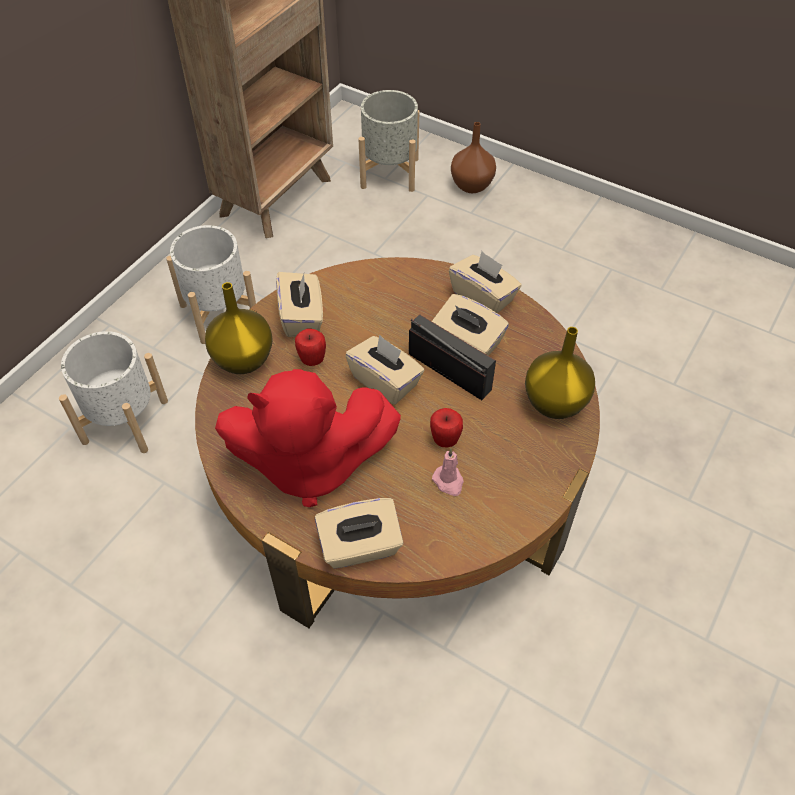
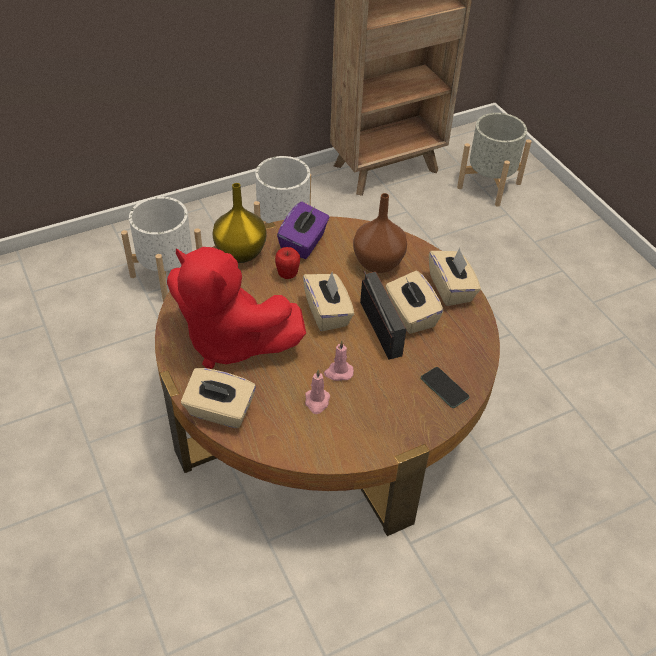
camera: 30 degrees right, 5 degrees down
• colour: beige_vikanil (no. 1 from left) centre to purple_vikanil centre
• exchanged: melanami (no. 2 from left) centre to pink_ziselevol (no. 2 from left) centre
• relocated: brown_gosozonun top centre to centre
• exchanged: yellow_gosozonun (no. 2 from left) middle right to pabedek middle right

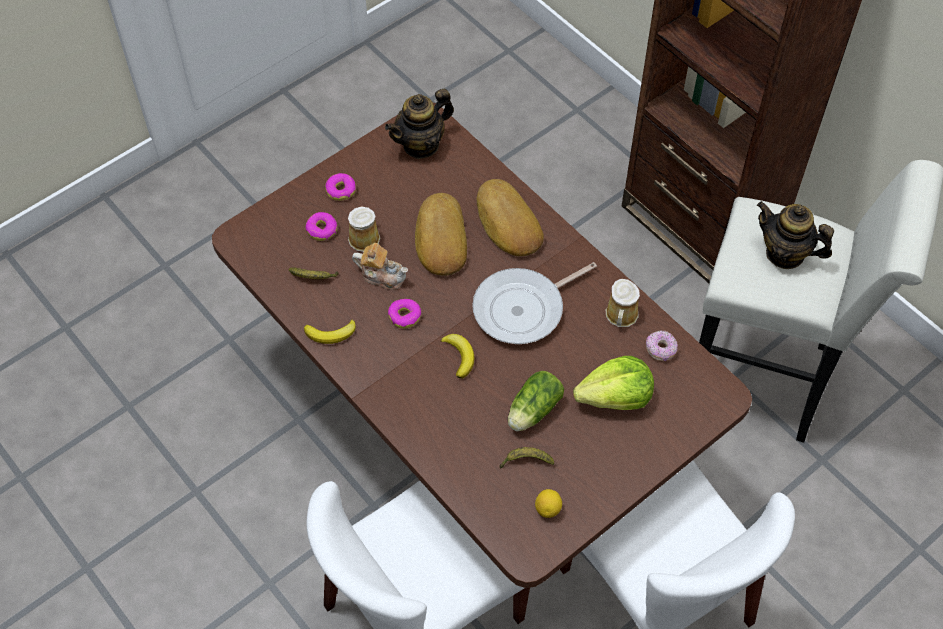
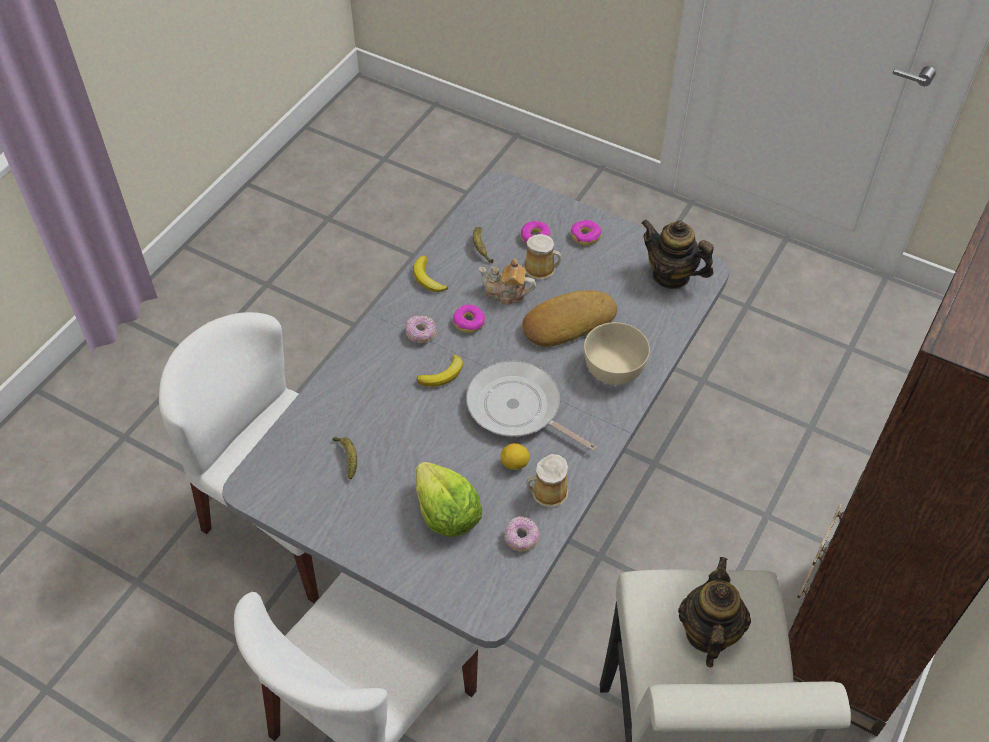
camera: 70 degrees right, 5 degrees down
• colour: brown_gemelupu centre to grey_gemelupu centre
• spun: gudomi (no. 1 from left) centre = centre 105 degrees clockwise
• exchanged: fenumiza (no. 2 from left) centre to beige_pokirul centre
• missing: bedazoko (no. 1 from left) centre
• relocated: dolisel bottom centre to centre
• appeared: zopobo (no. 1 from left) centre

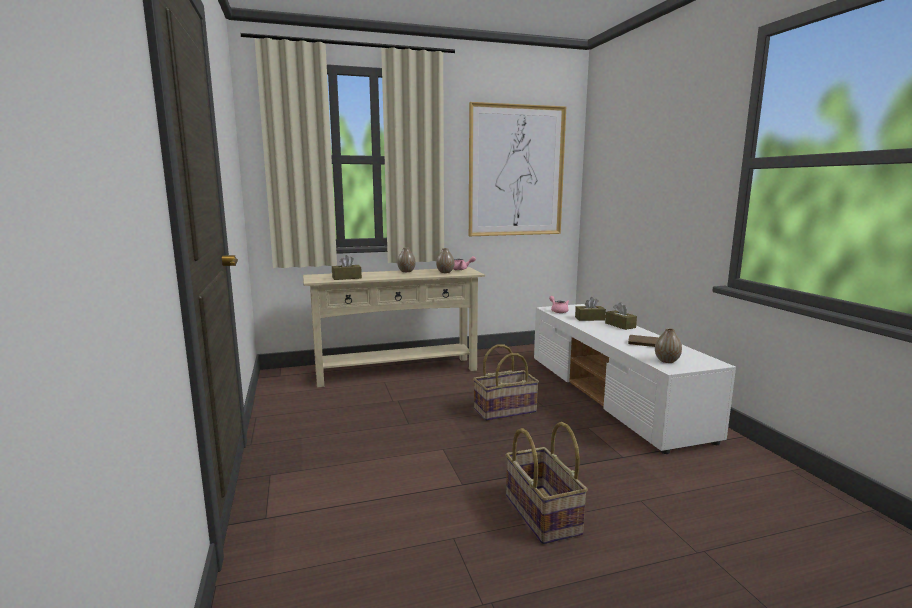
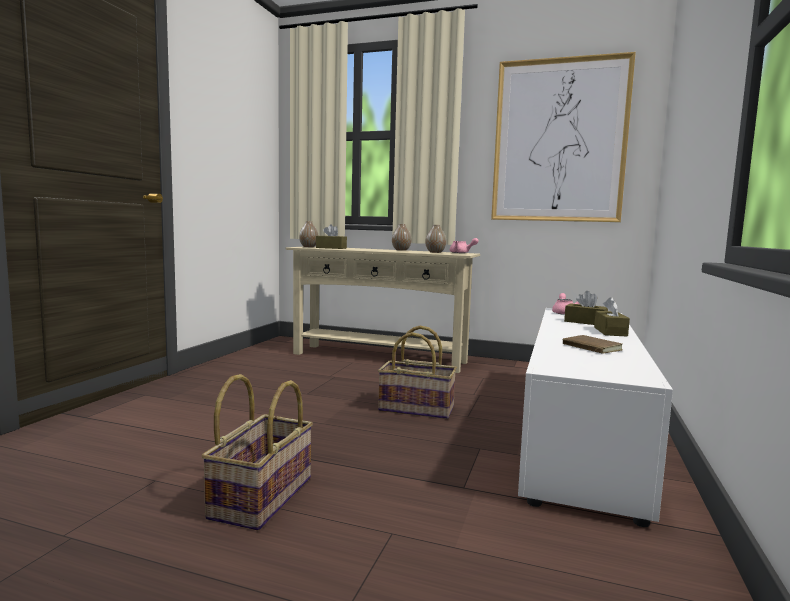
camera: 35 degrees right, 5 degrees down
• relocated: gosozonun (no. 3 from left in the first image) middle right to gosozonun (no. 1 from left) centre

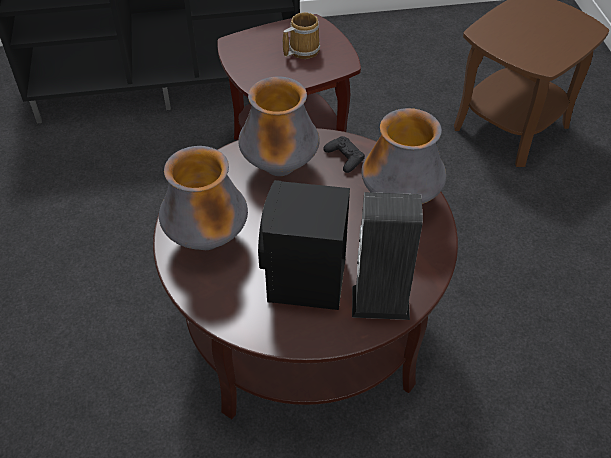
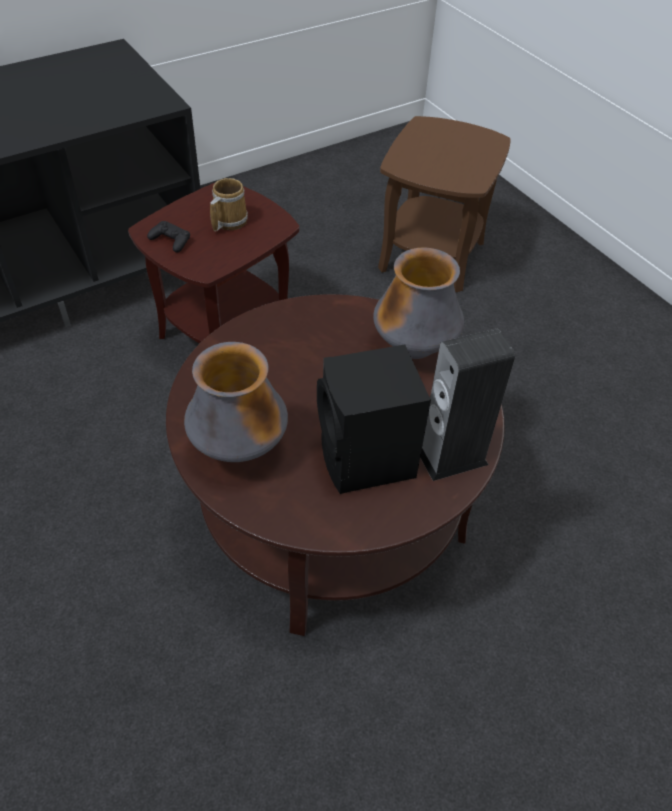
camera: 25 degrees left, 0 degrees up
• missing: gosozonun (no. 2 from left) top centre
• relocated: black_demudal centre to top left

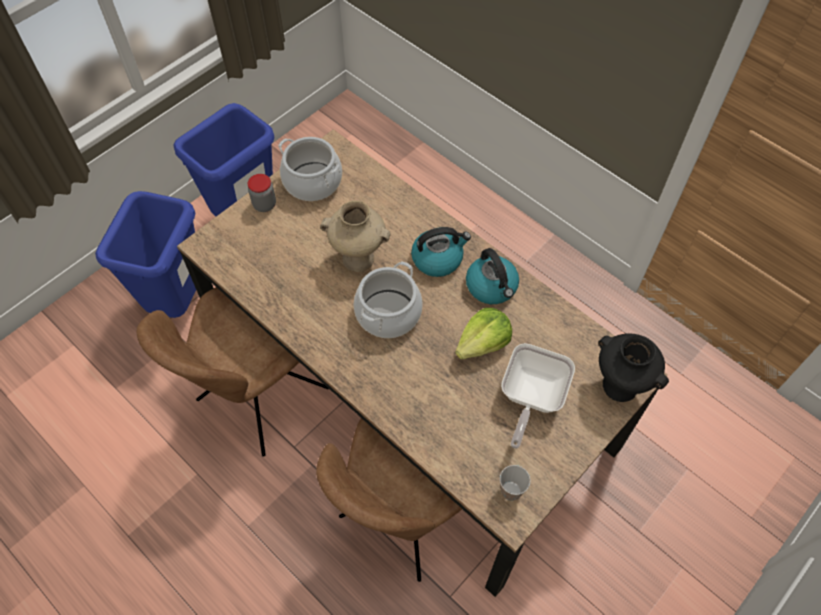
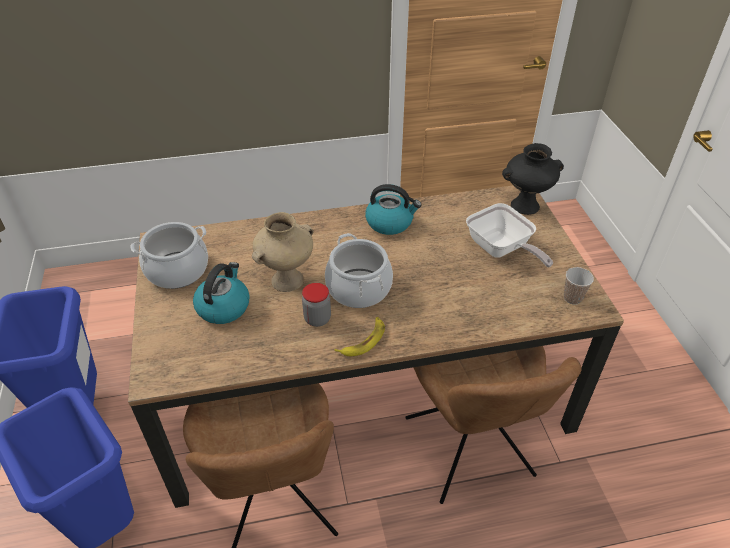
camera: 55 degrees left, 15 degrees down
• relocated: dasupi top left to centre
• relocated: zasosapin (no. 1 from left) centre to middle left
• missing: bedazoko centre
• appeared: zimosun centre

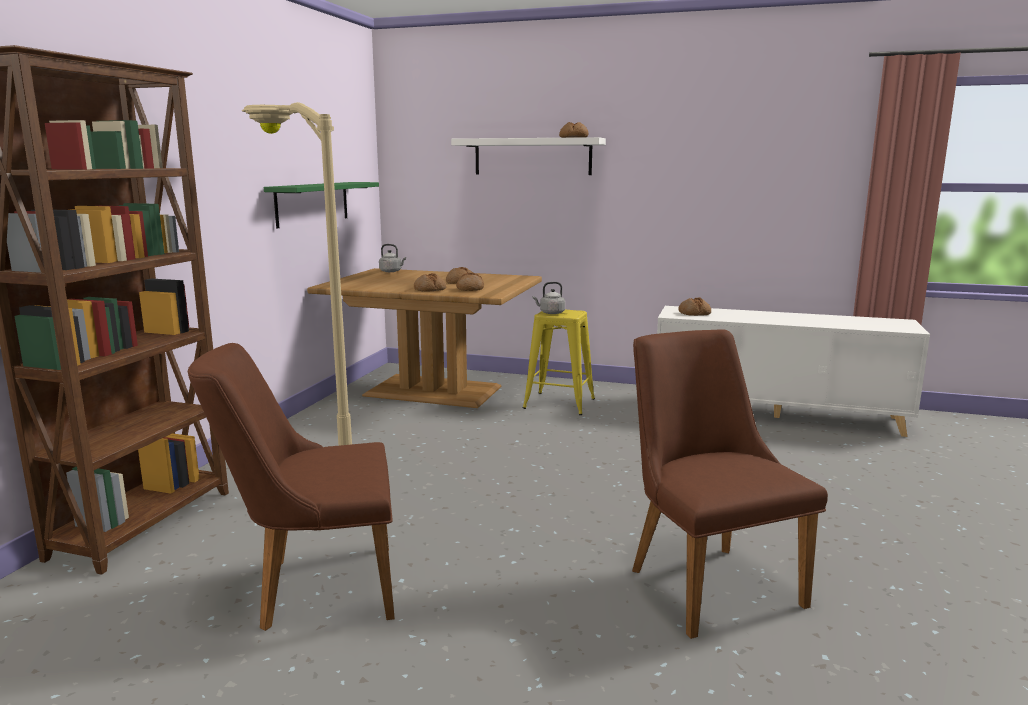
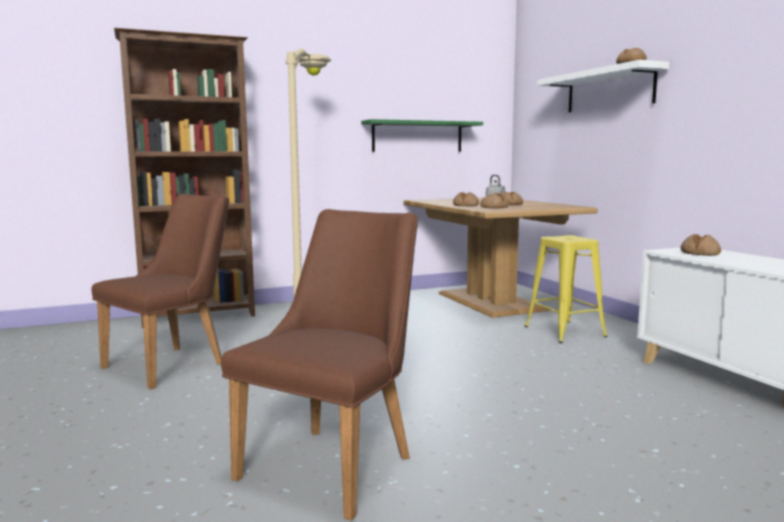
camera: 50 degrees right, 5 degrees down
• spun: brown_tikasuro (no. 1 from left) bottom left = middle left 90 degrees clockwise
• missing: grey_zasosapin (no. 2 from left) centre

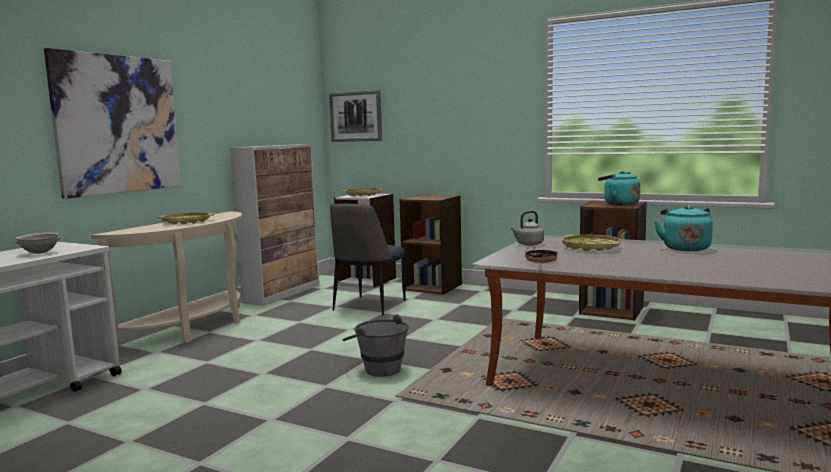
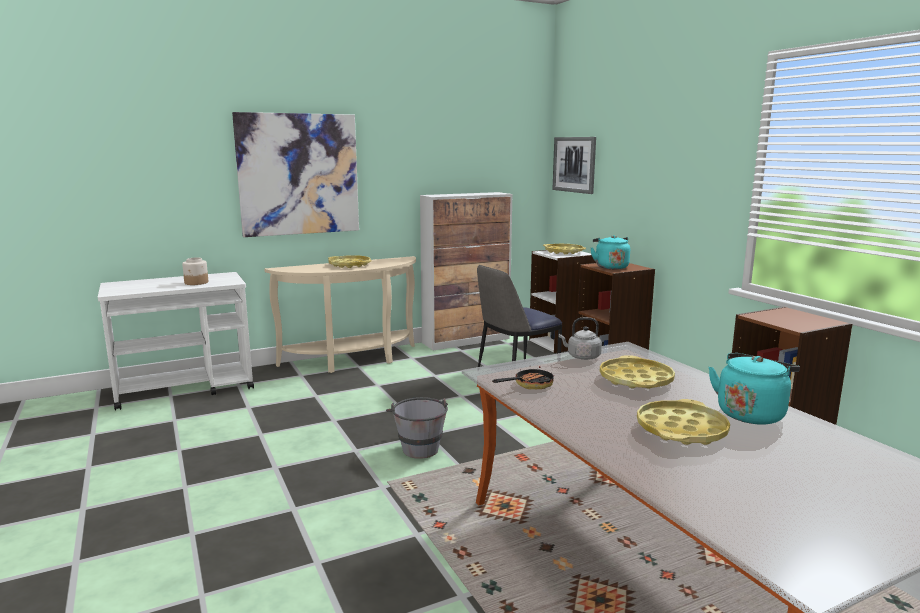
camera: 35 degrees right, 5 degrees up
• exchanged: grey_pokirul middle left to dasupi middle left
• relocated: turquoise_zasosapin (no. 1 from left) middle right to centre
• appeared: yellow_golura (no. 4 from left) bottom right

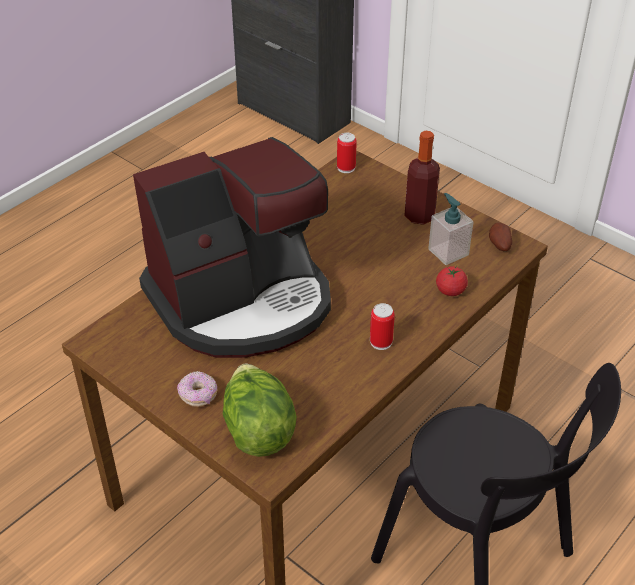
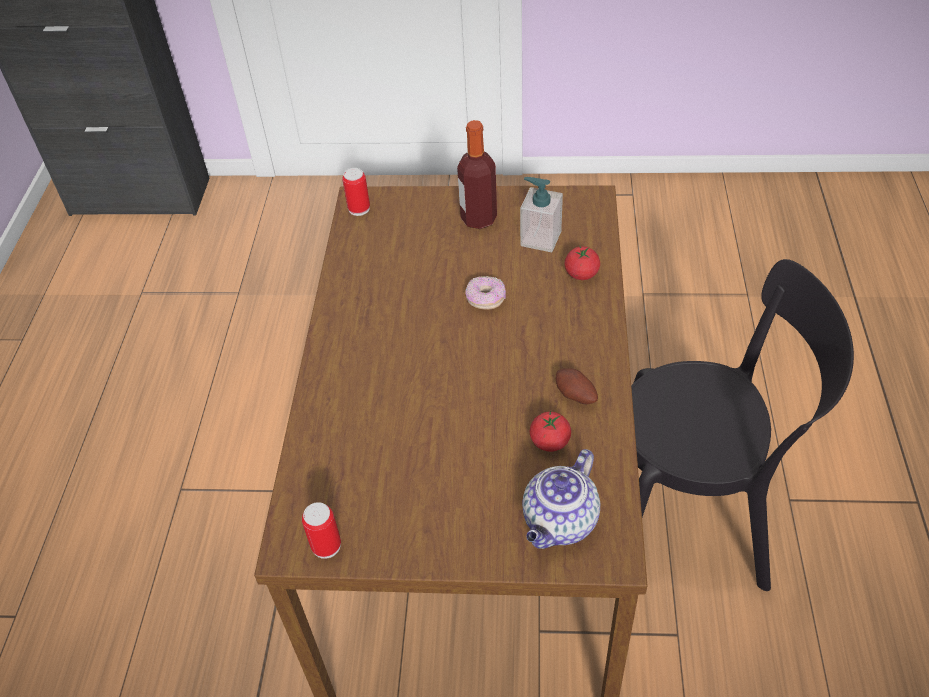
camera: 35 degrees left, 5 degrees up
• missing: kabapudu centre
• relocated: zopobo middle left to centre
• exchanged: bedazoko bottom centre to gudomi bottom centre
• relocated: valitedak (no. 2 from left in the first image) centre to valitedak (no. 1 from left) bottom centre
• relocated: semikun middle right to centre
• appeared: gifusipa (no. 1 from left) centre

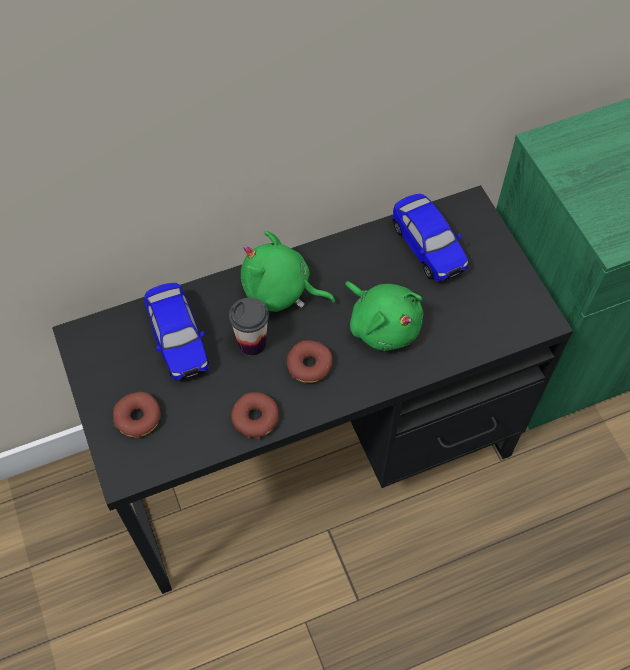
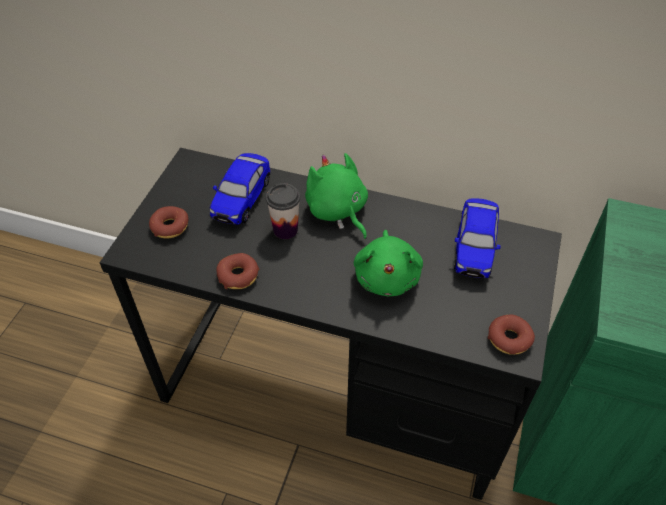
camera: 40 degrees right, 10 degrees down
• relocated: zopobo (no. 3 from left) centre to middle right

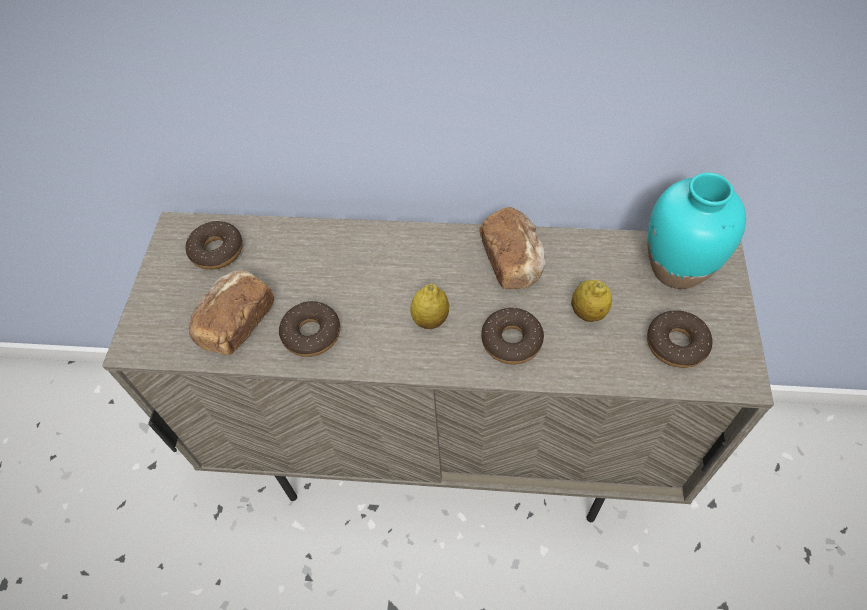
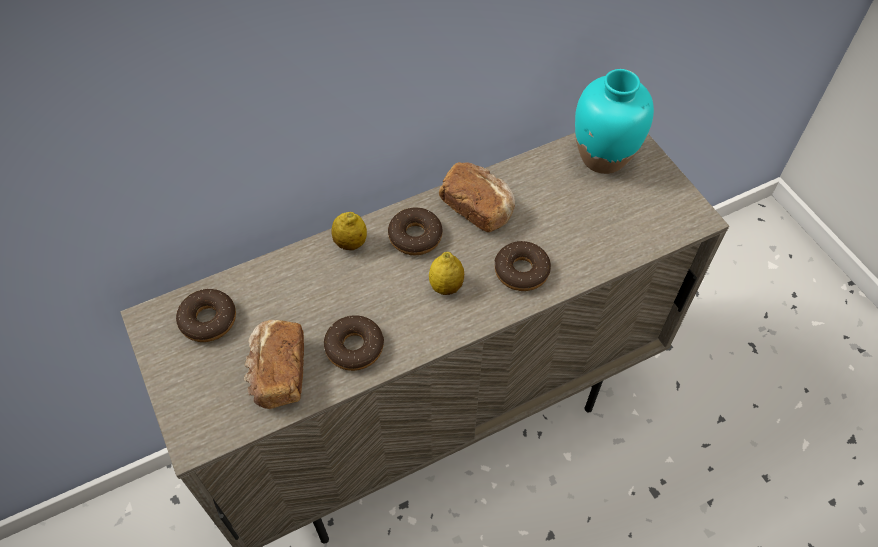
camera: 35 degrees left, 0 degrees up
• relocated: dolisel (no. 2 from left in the first image) middle right to dolisel (no. 1 from left) centre
• relocated: zopobo (no. 4 from left in the first image) middle right to zopobo (no. 3 from left) centre

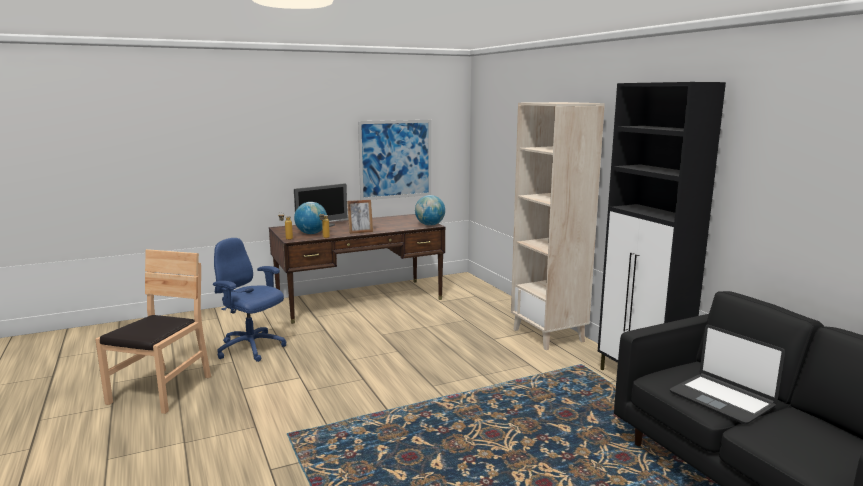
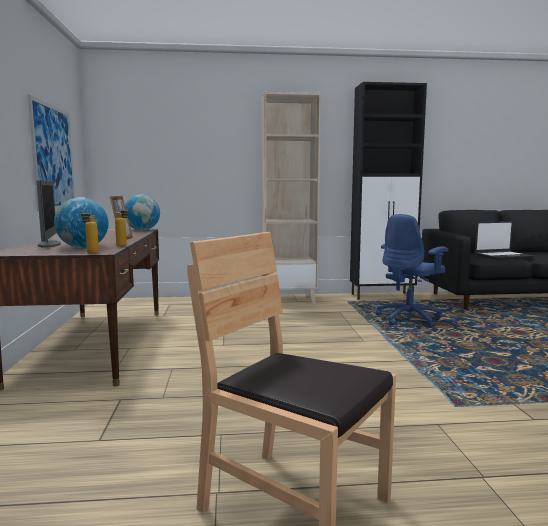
camera: 70 degrees left, 5 degrees down
• relocated: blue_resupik middle left to middle right

